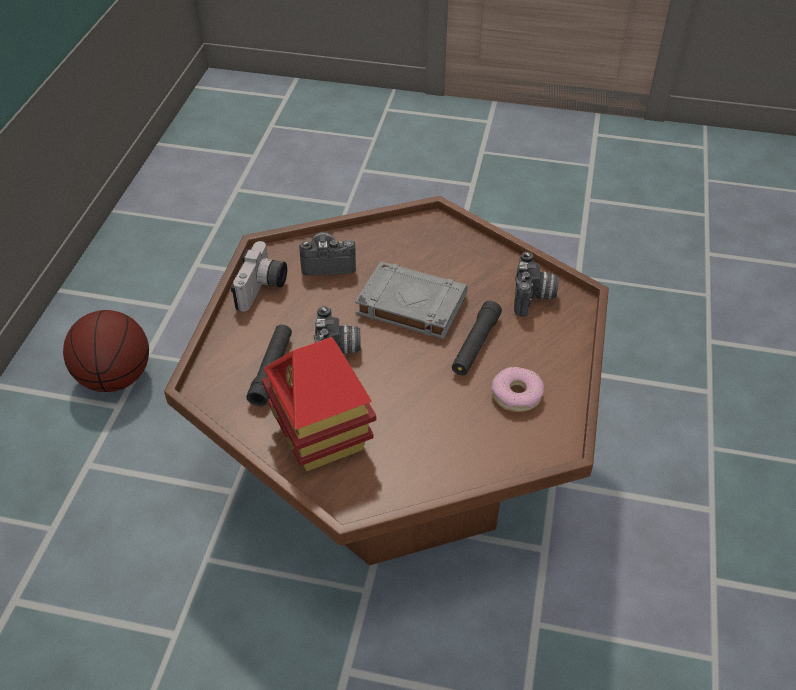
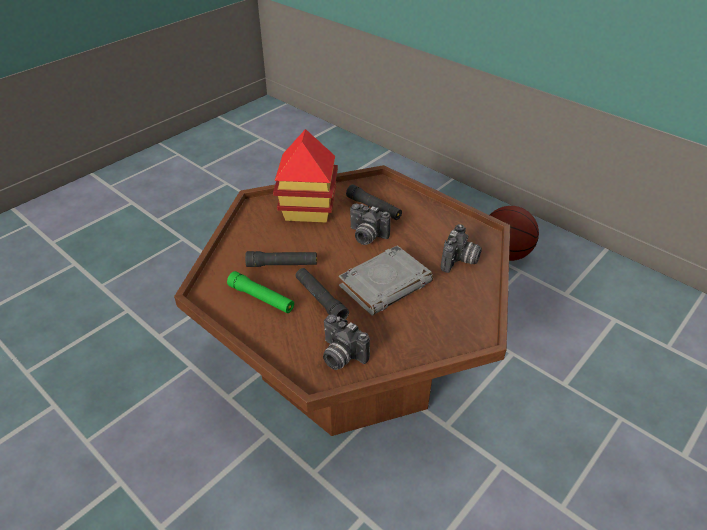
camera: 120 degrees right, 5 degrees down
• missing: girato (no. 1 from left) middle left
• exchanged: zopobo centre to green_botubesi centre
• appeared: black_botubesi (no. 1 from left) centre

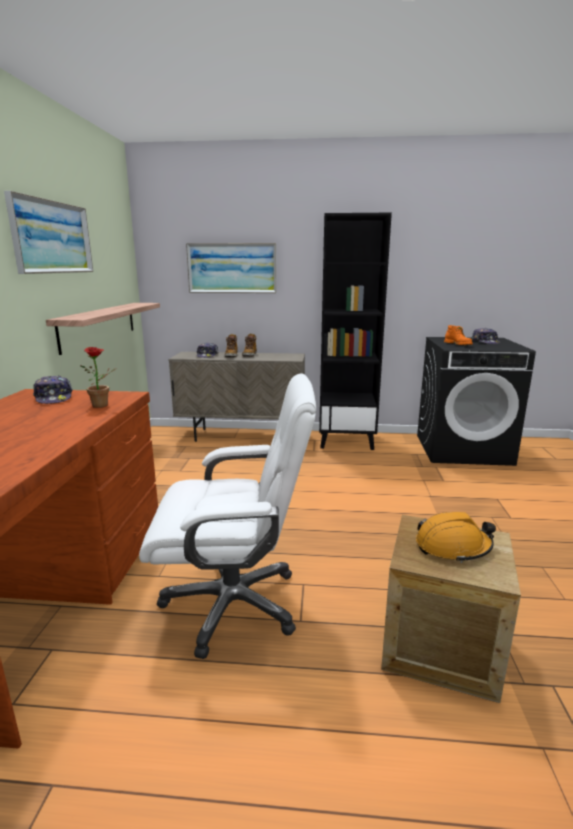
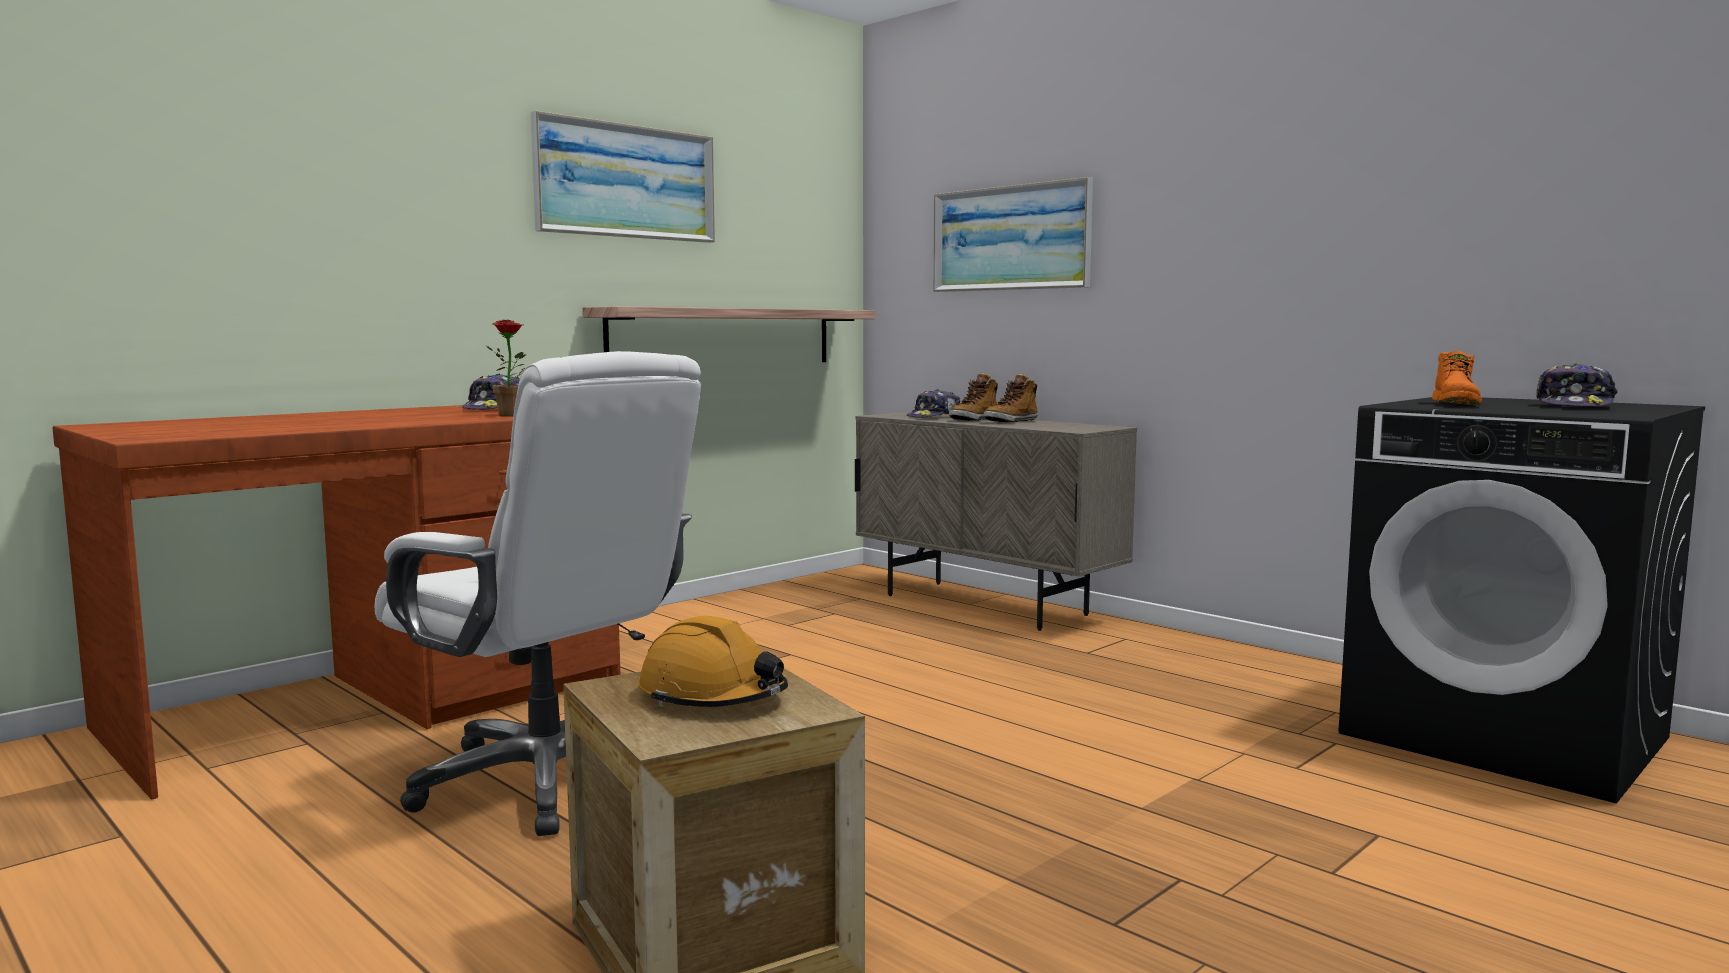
camera: 40 degrees right, 10 degrees down
• missing: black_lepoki centre

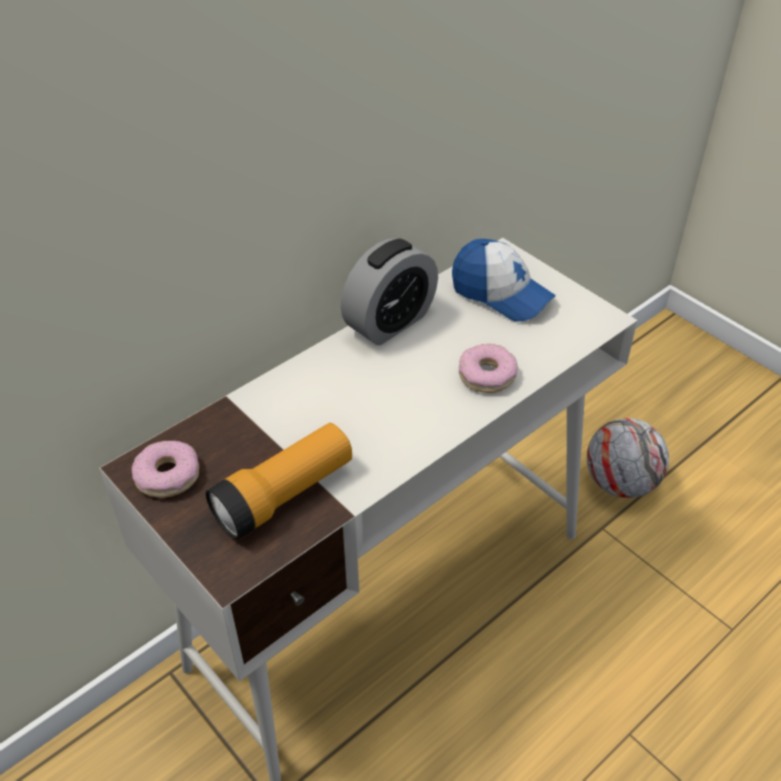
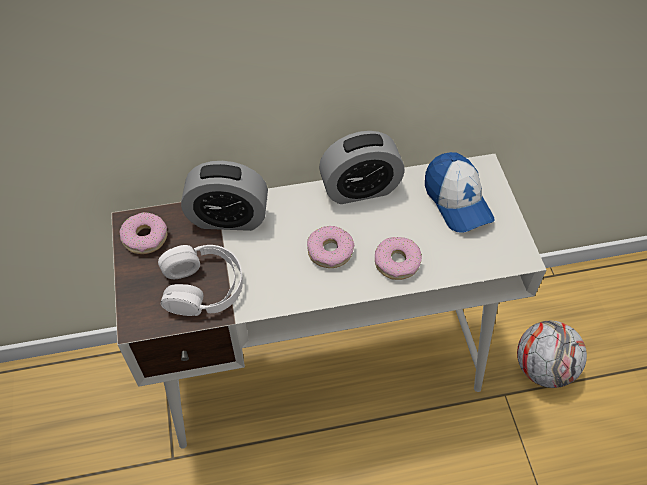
camera: 30 degrees right, 10 degrees up
• exchanged: botubesi centre to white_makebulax middle left
• appeared: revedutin (no. 1 from left) centre
• appeared: zopobo (no. 2 from left) centre

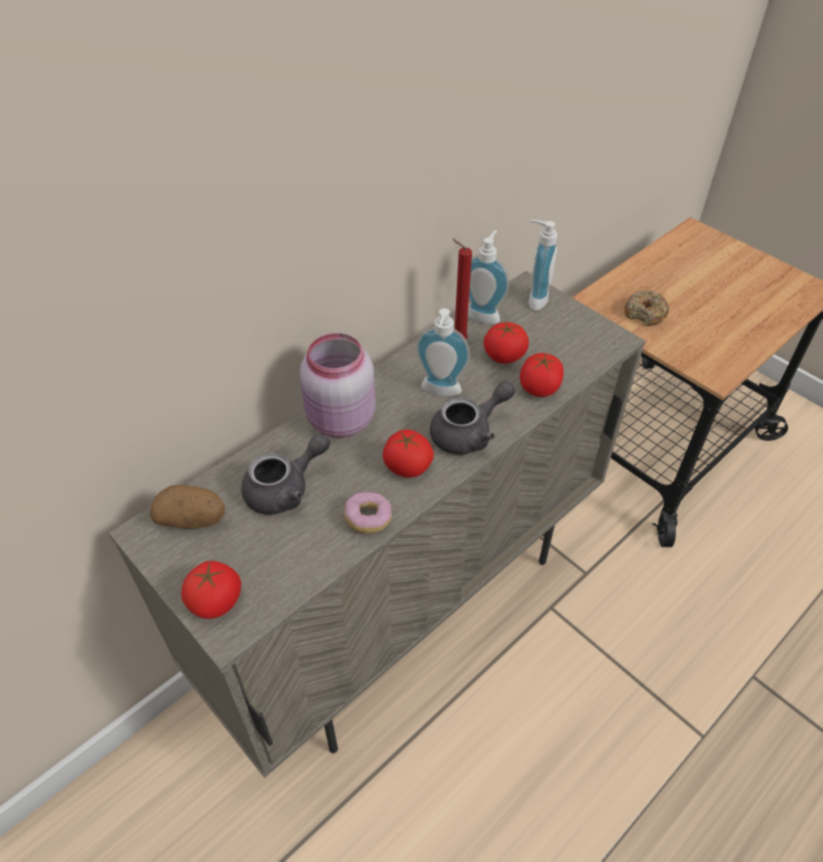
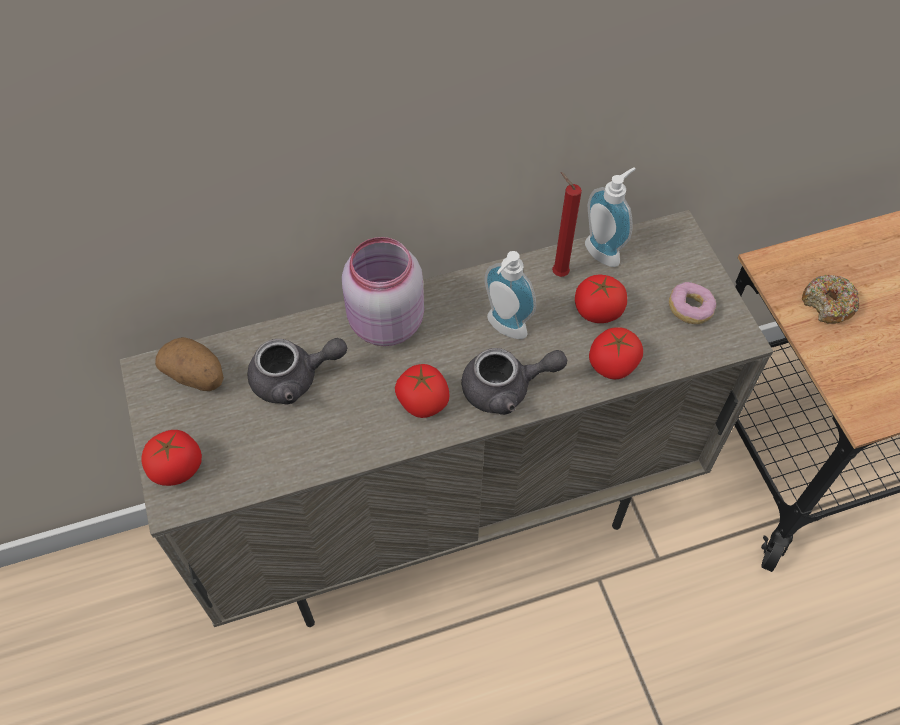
camera: 25 degrees right, 10 degrees up
• relocated: zopobo (no. 1 from left) centre to middle right
• missing: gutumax (no. 3 from left) top centre

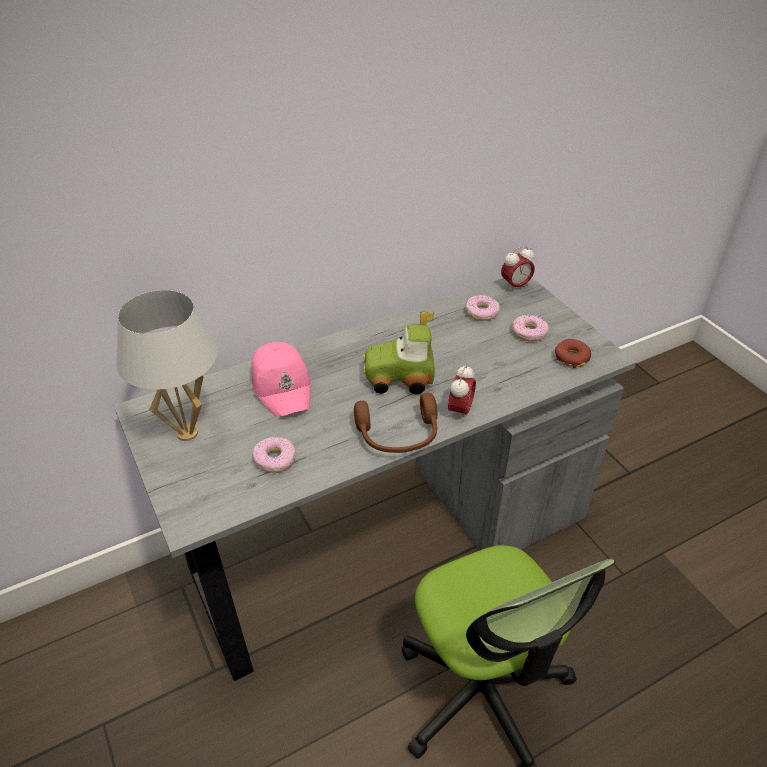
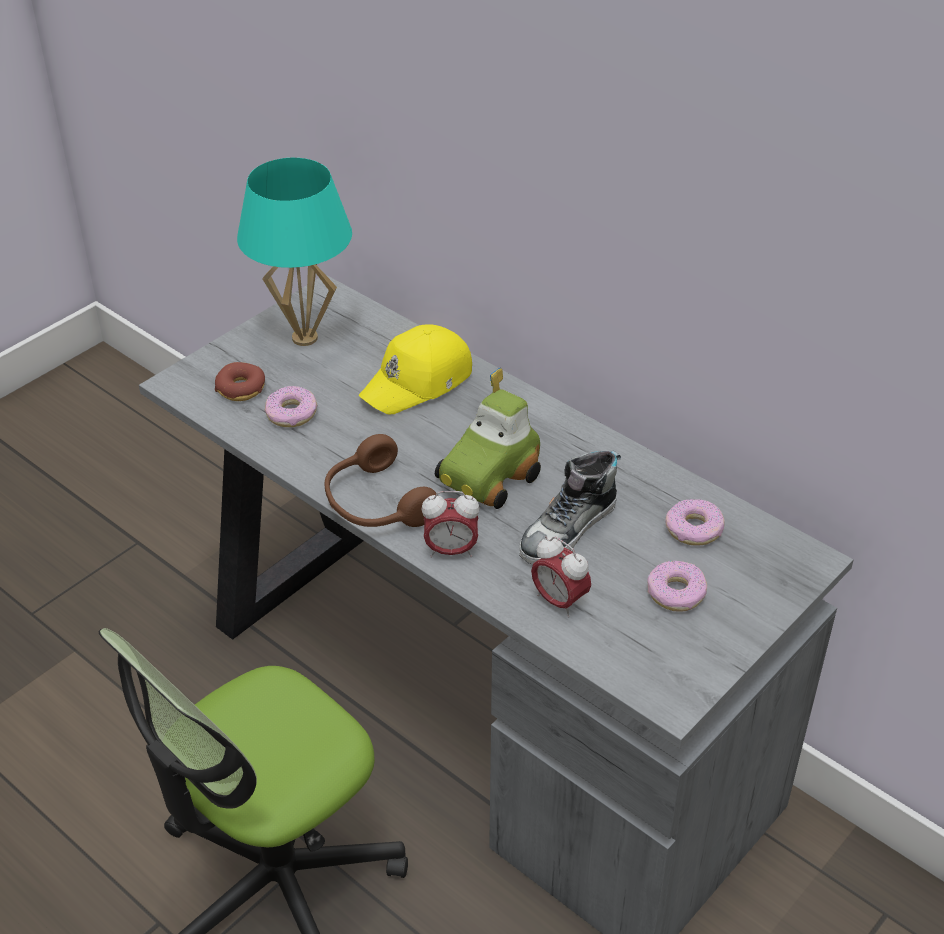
camera: 70 degrees right, 0 degrees up
• colour: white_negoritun middle left to turquoise_negoritun top left
• colour: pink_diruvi centre to yellow_diruvi centre
• spun: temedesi centre = centre 120 degrees counterclockwise
• relocated: revedutin (no. 2 from left) middle right to centre
• relocated: zopobo (no. 4 from left in the first image) middle right to zopobo (no. 1 from left) middle left
• appeared: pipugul centre

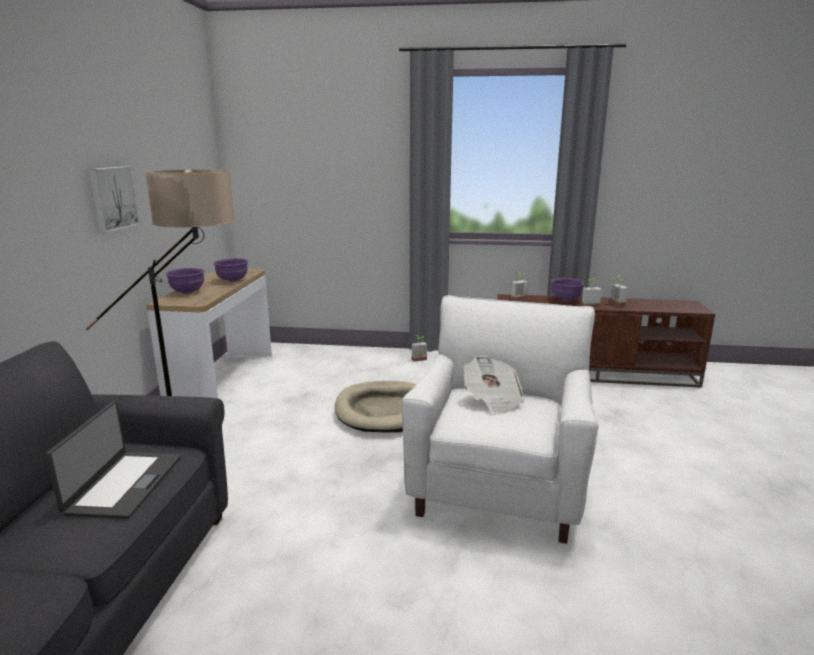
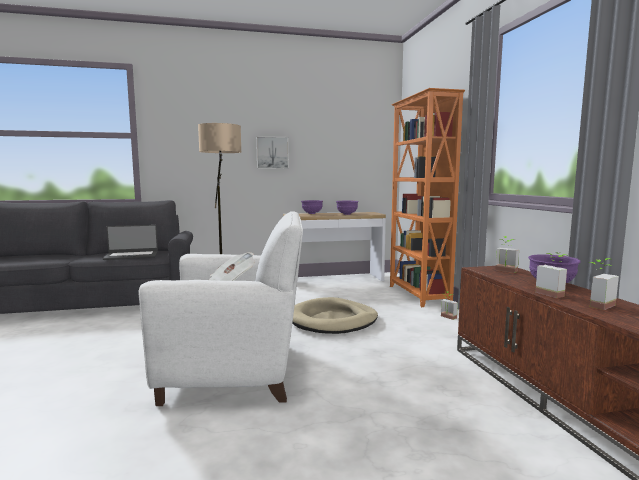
camera: 70 degrees right, 10 degrees down
• appeared: orange_lepoki middle right

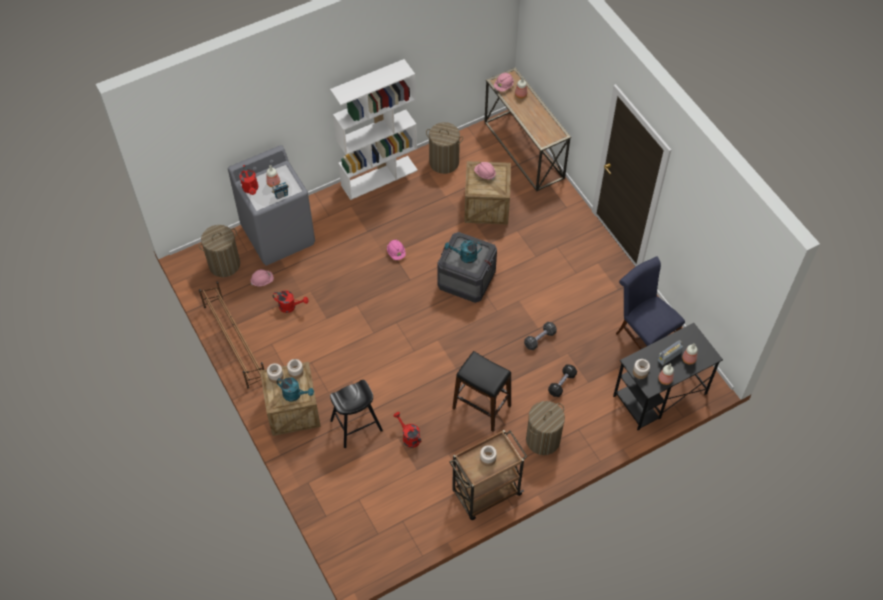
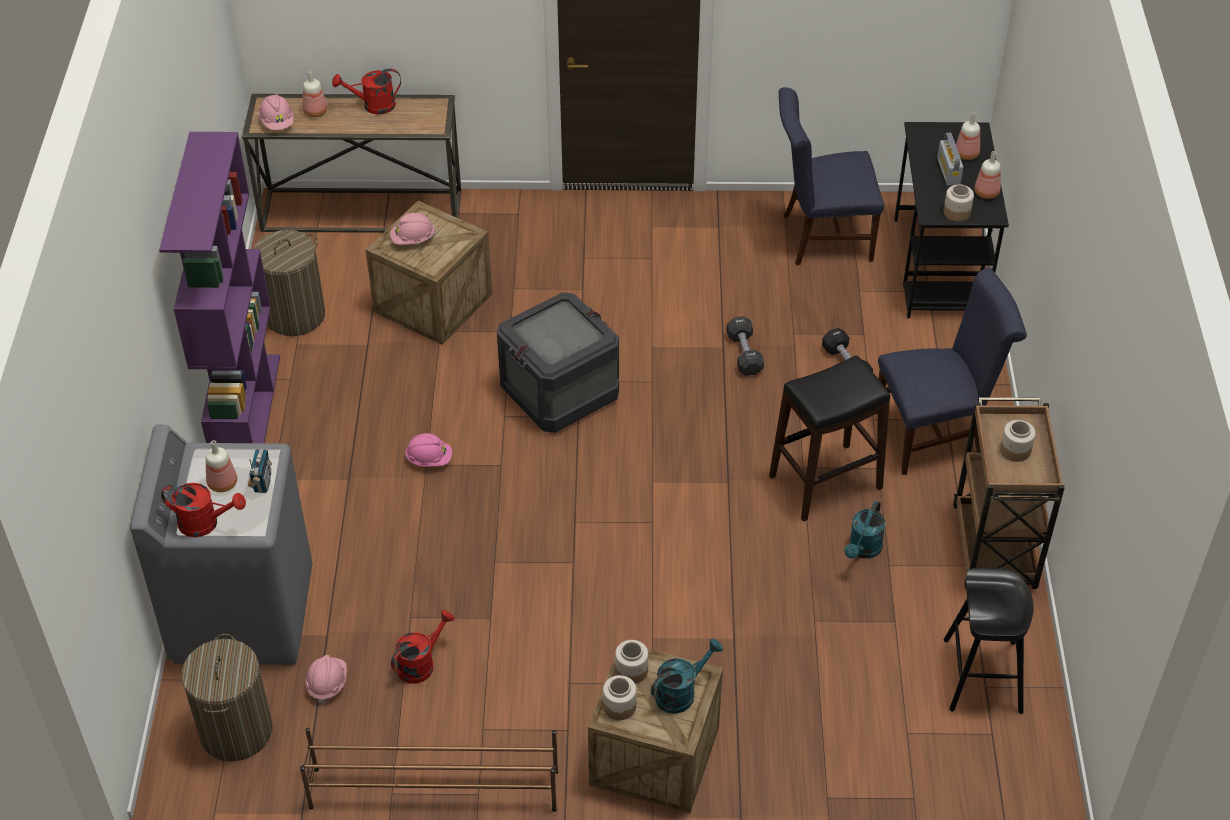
camera: 60 degrees left, 10 degrees down
• colour: white_lepoki top centre to purple_lepoki middle left
• relocated: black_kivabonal (no. 1 from left in the first image) bottom centre to black_kivabonal (no. 2 from left) bottom right
• relocated: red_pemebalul (no. 3 from left in the first image) bottom centre to red_pemebalul (no. 2 from left) top left
• relocated: turquoise_pemebalul (no. 2 from left) centre to middle right
• exchanged: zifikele (no. 3 from left) bottom centre to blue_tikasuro (no. 2 from left) middle right

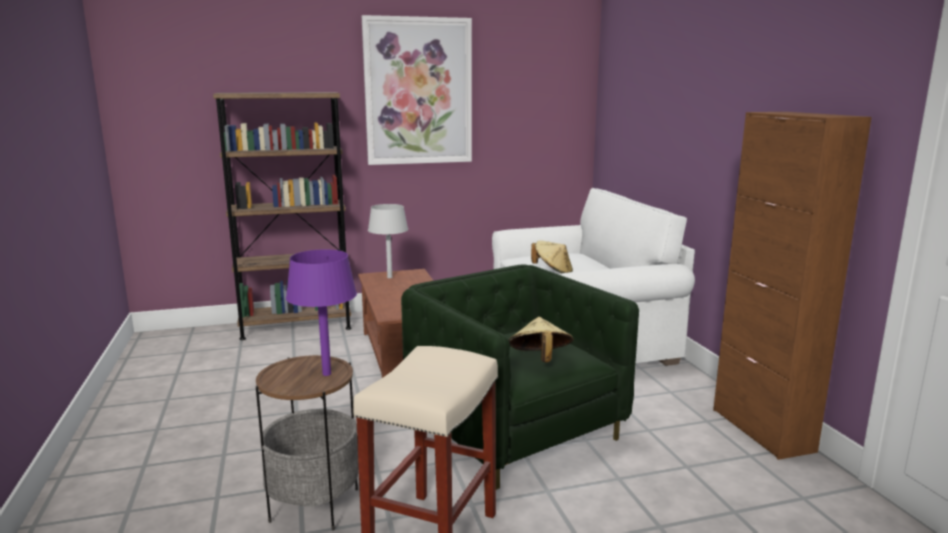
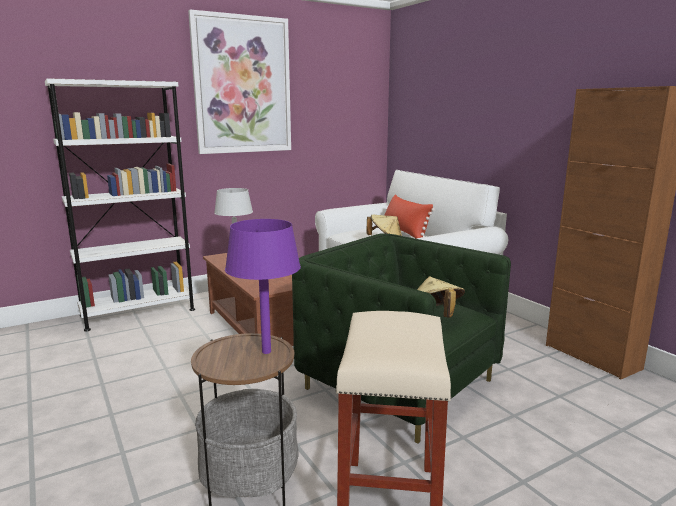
camera: 15 degrees left, 0 degrees up
• colour: brown_lepoki middle left to white_lepoki middle left
• appeared: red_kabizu centre

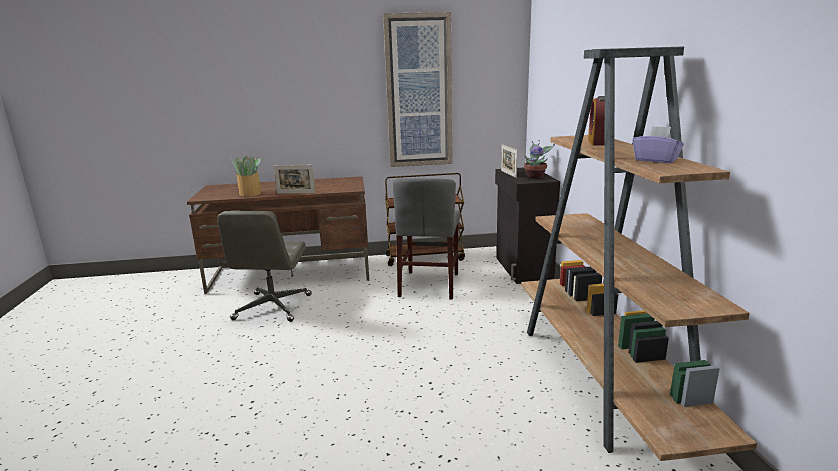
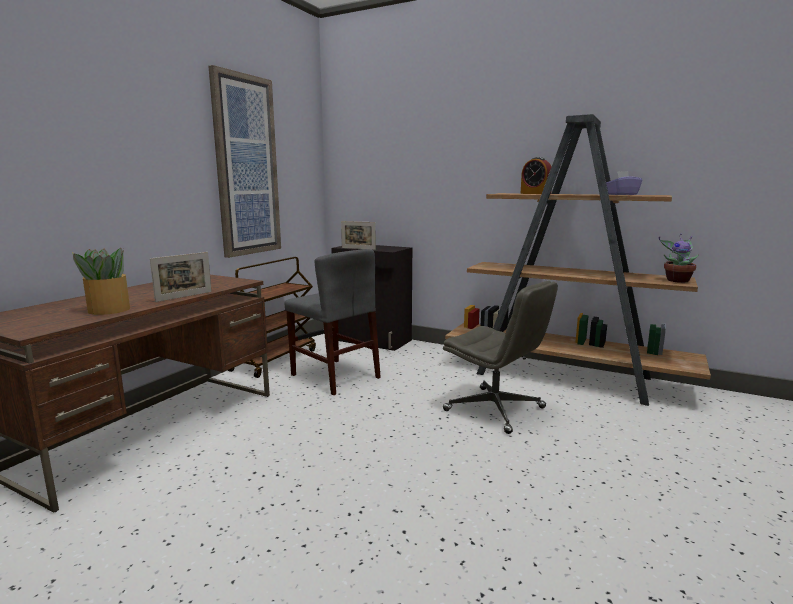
camera: 55 degrees left, 5 degrees down
• relocated: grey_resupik middle left to centre
• relocated: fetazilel (no. 2 from left) centre to middle right

